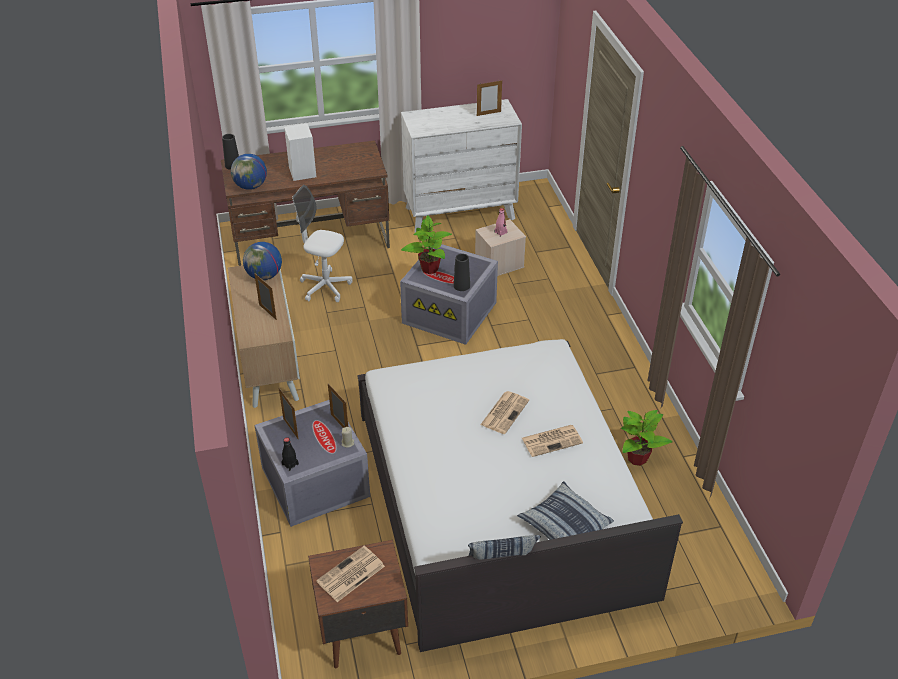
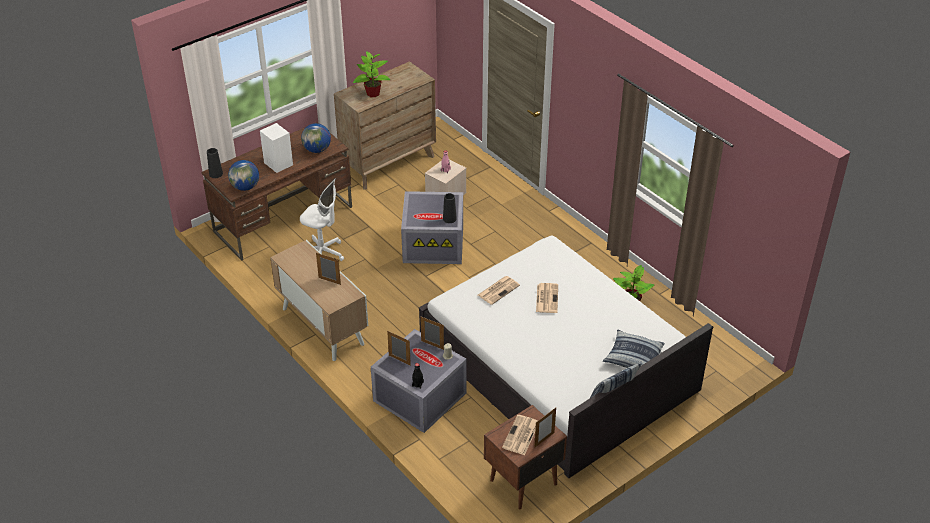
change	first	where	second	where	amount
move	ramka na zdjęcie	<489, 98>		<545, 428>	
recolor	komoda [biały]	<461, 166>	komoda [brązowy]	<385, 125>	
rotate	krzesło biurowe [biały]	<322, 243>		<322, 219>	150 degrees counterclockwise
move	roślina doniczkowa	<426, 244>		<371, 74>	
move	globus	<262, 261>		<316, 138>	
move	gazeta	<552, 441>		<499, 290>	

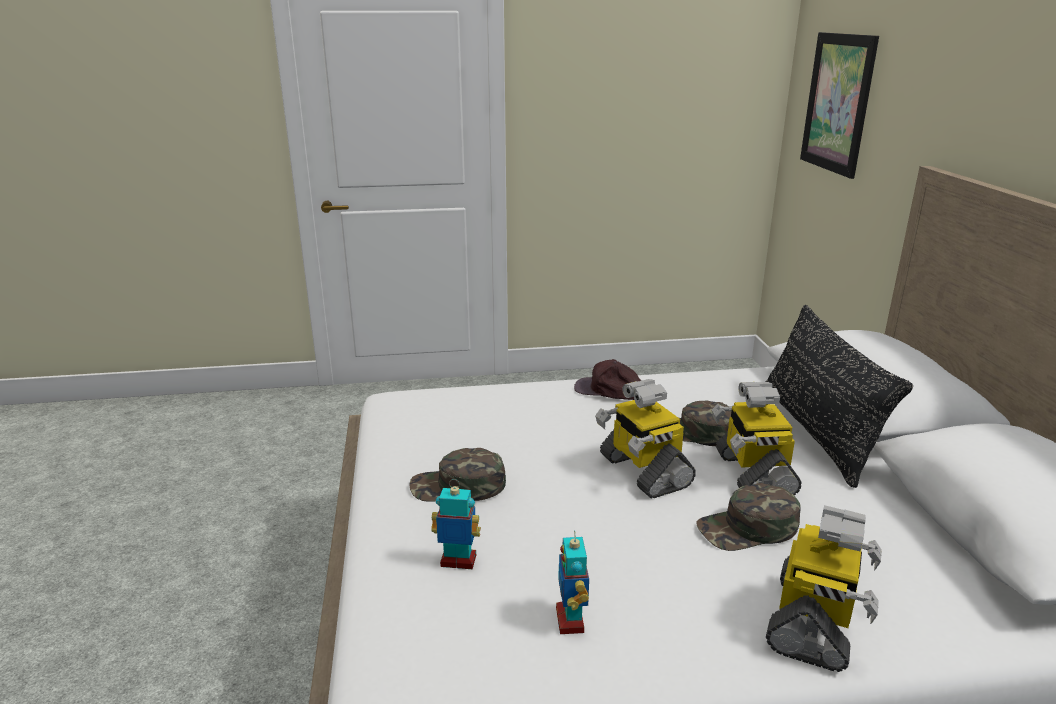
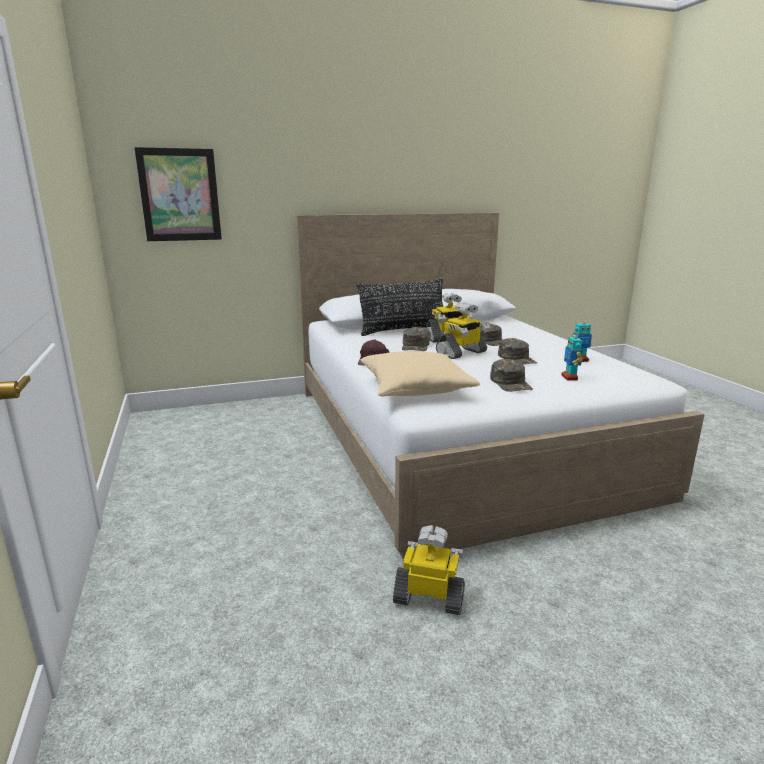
change	first	where	second	where	amount
move	robot zabawkowy	<824, 588>		<429, 570>	
insert			czapka z daszkiem [zielony]	<517, 351>	
insert			poduszka [beżowy]	<420, 373>	

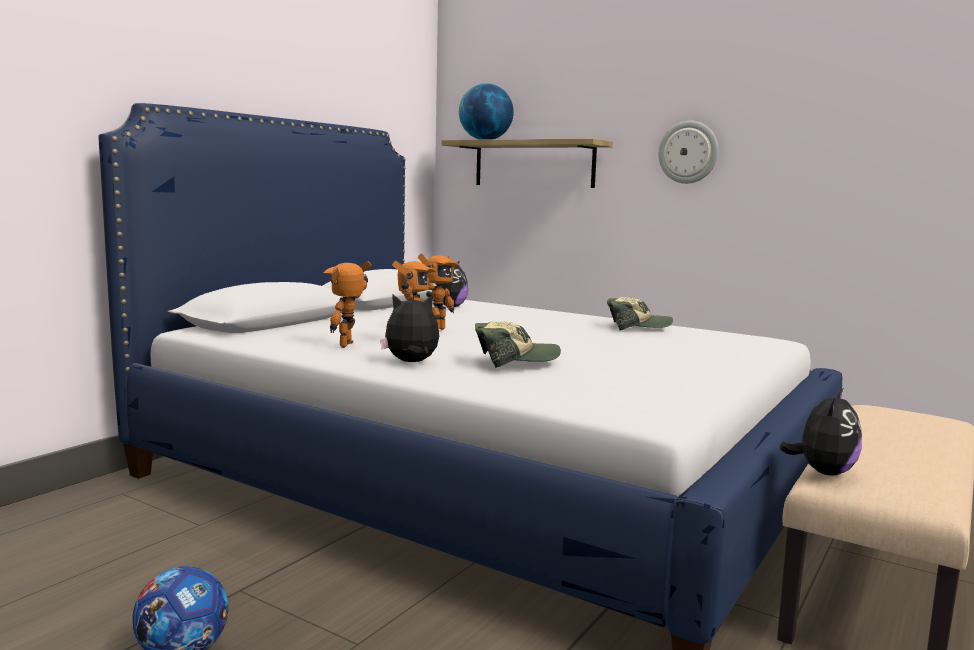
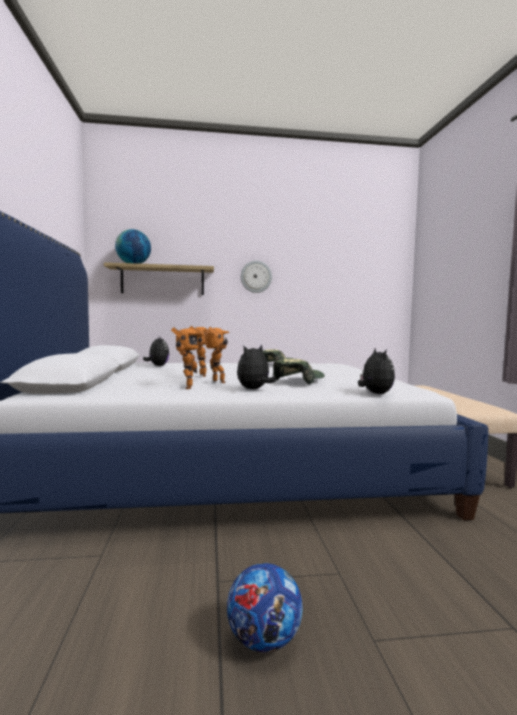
change	first	where	second	where	amount
rotate	robot zabawkowy	<348, 304>		<187, 358>	150 degrees counterclockwise
move	pluszak	<820, 431>		<376, 371>	

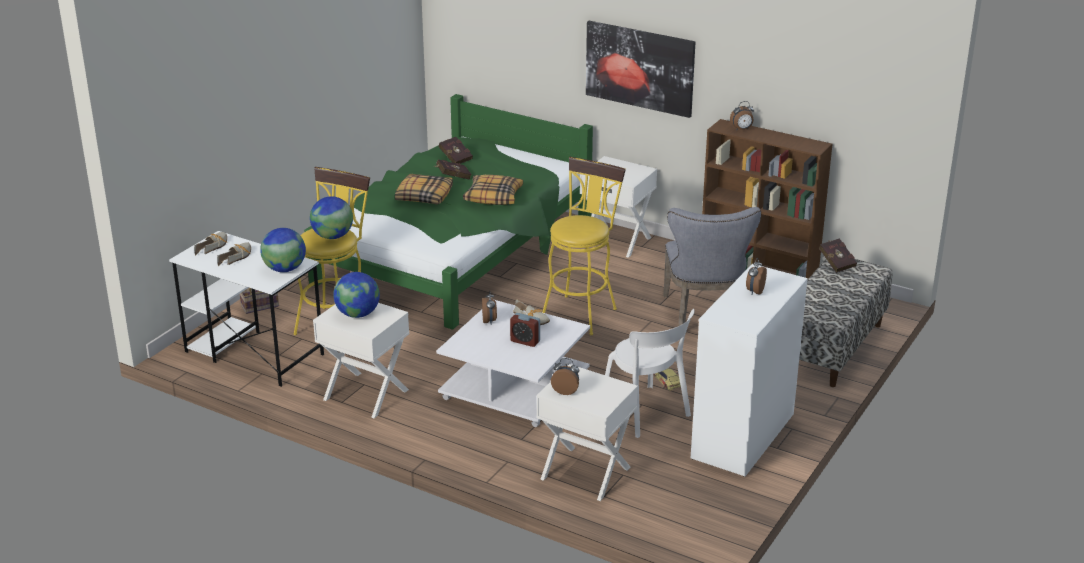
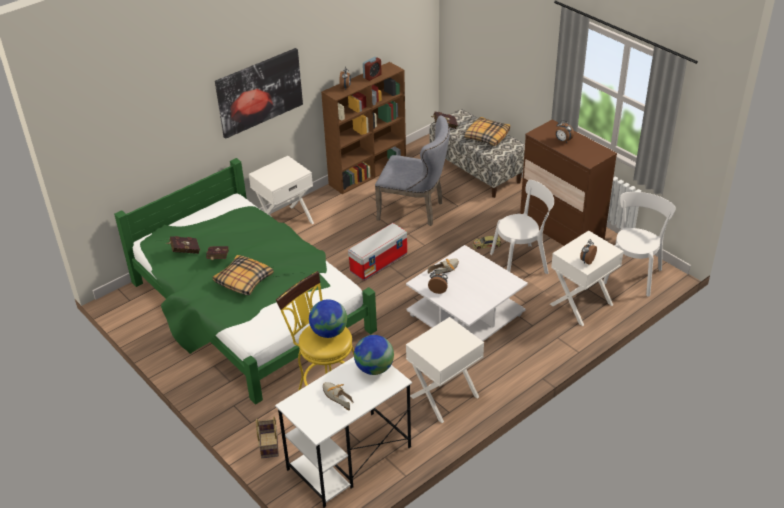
change	first	where	second	where	amount
replace	stołek [żółty]	<584, 246>	pojemnik do przechowywania	<377, 252>	
move	poduszka	<493, 190>		<487, 131>	
delete	but	<210, 244>			
recolor	komoda [biały]	<749, 370>	komoda [brązowy]	<568, 182>	
delete	globus	<356, 295>			
move	budzik	<525, 330>		<372, 69>	
insert			krzesło [biały]	<639, 244>	

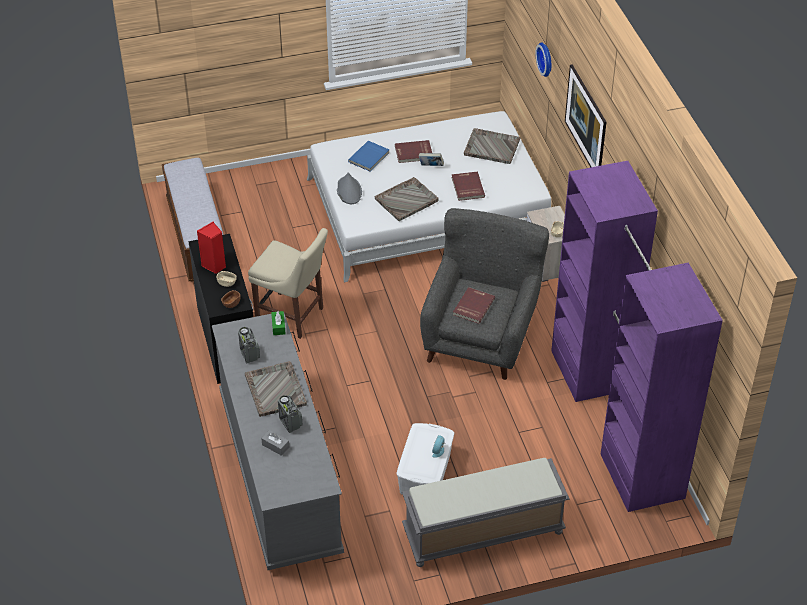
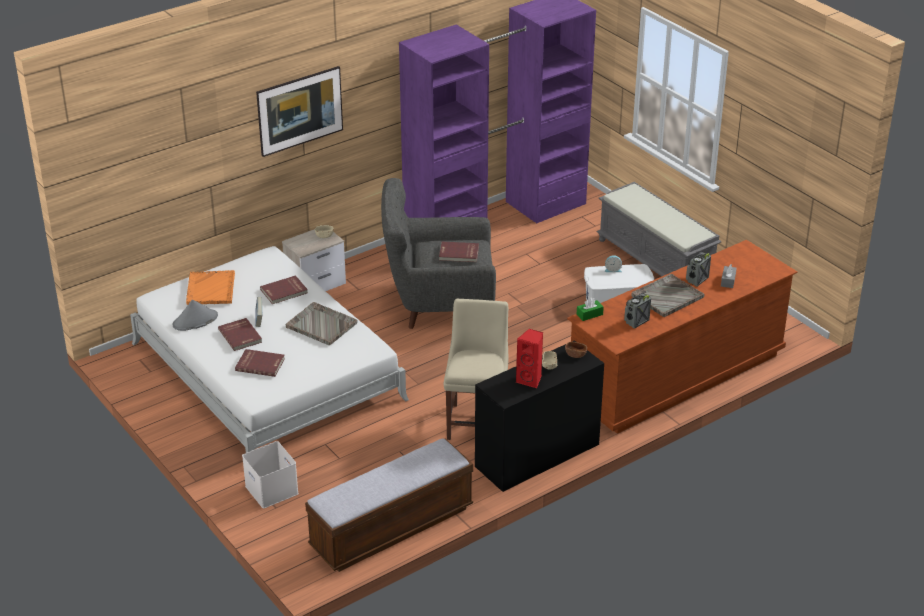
change	first	where	second	where	amount
delete	zegar ścienny	<543, 59>			
recolor	taca [szary]	<492, 146>	taca [pomarańczowy]	<210, 287>	
recolor	książka [niebieski]	<369, 156>	książka [czerwony]	<260, 363>	
move	kapelusz [szary]	<349, 188>		<195, 315>	
recolor	komoda [szary]	<278, 442>	komoda [brązowy]	<682, 337>	
insert			pojemnik do przechowywania [biały]	<270, 474>	

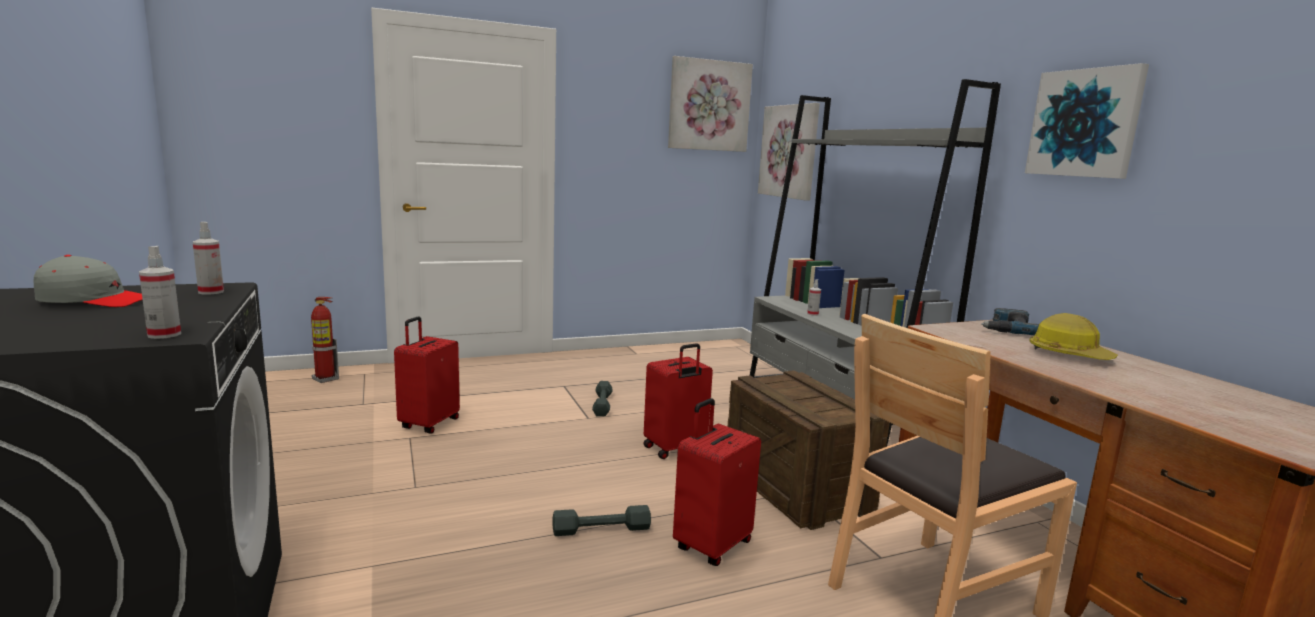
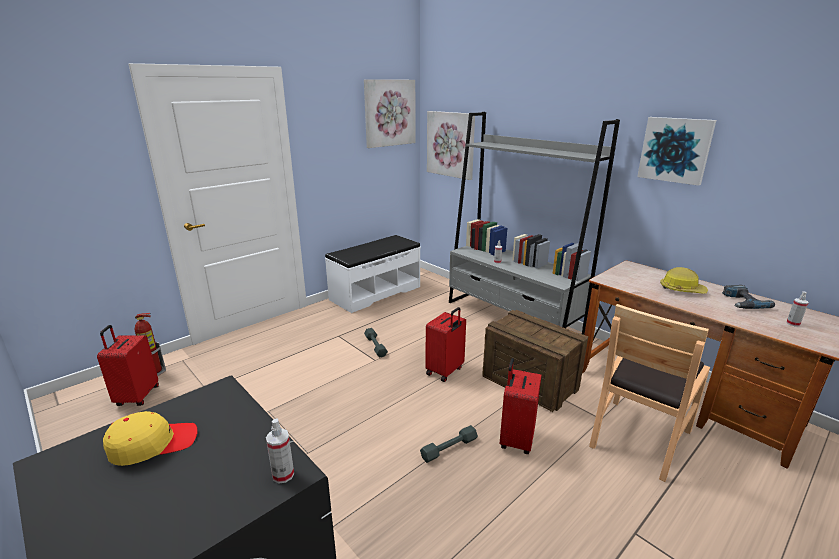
change	first	where	second	where	amount
move	spryskiwacz	<208, 258>		<797, 309>	
recolor	czapka z daszkiem [szary]	<88, 281>	czapka z daszkiem [żółty]	<150, 438>	
move	wiertarka	<1010, 321>		<748, 297>	
move	walizka [czerwony]	<427, 375>		<128, 365>	
insert			ławka [biały]	<373, 274>	

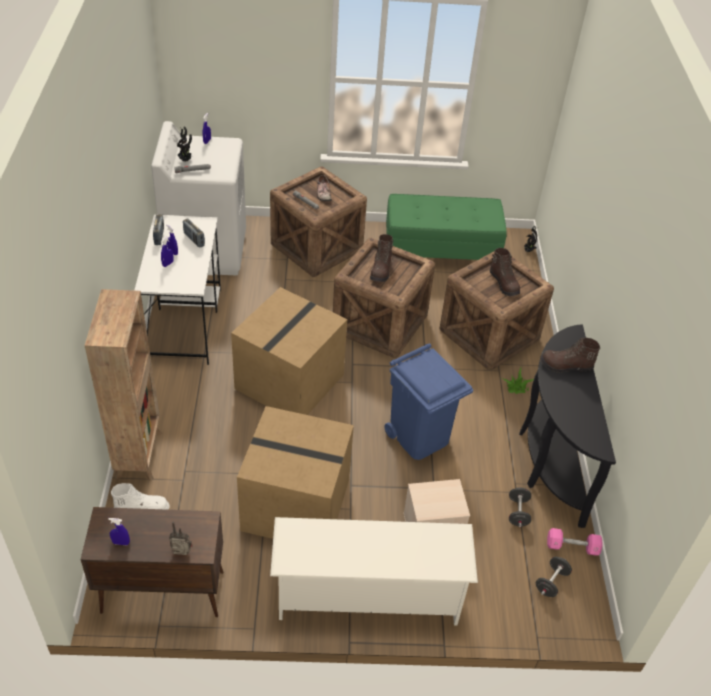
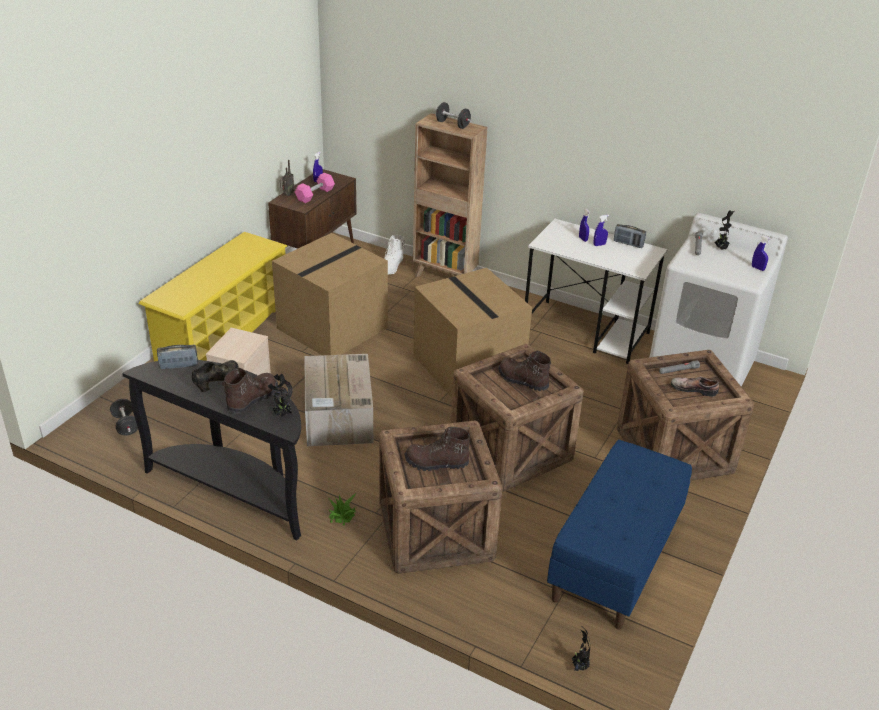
change	first	where	second	where	amount
recolor	ławka [zielony]	<446, 227>	ławka [niebieski]	<619, 535>	
move	radio	<194, 233>		<177, 357>	
replace	kosz na śmieci [niebieski]	<428, 401>	karton	<339, 400>	
move	hantel [czarny]	<520, 507>		<453, 115>	
recolor	regał na buty [biały]	<374, 571>	regał na buty [żółty]	<213, 297>	
move	hantel [różowy]	<575, 542>		<315, 188>	
insert			but [czarny]	<215, 376>	
insert			roślina doniczkowa	<280, 395>	

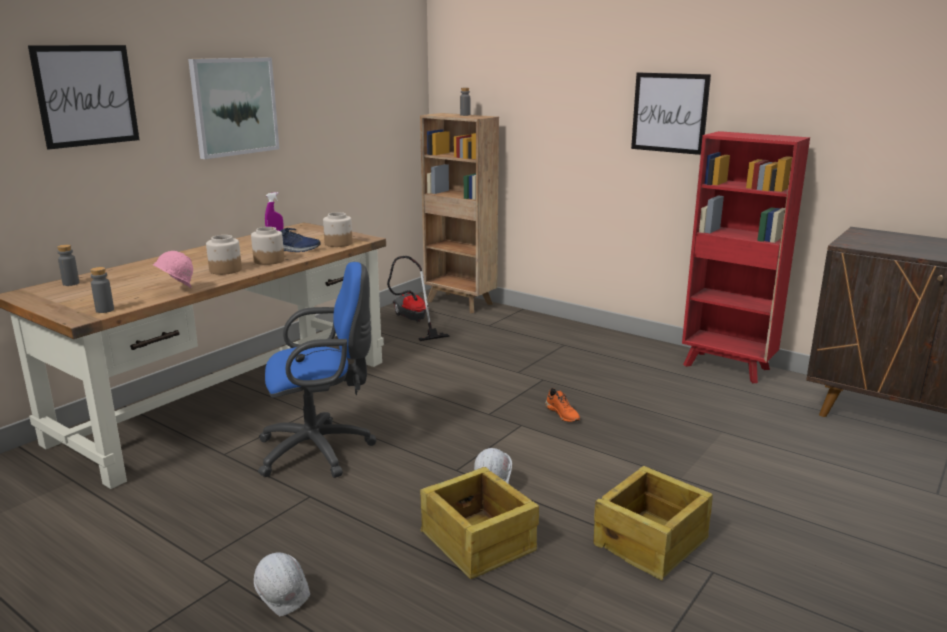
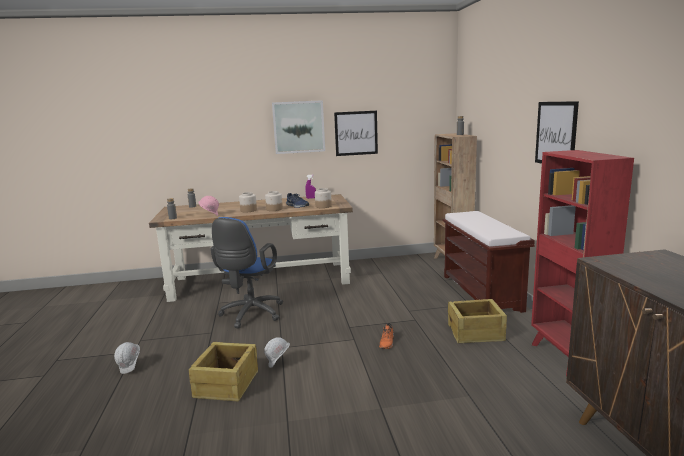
change	first	where	second	where	amount
move	obraz	<83, 97>		<356, 133>	
delete	odkurzacz	<418, 298>			
rotate	krzesło biurowe [niebieski]	<317, 370>		<246, 273>	75 degrees clockwise
move	skrzynka	<653, 523>		<477, 321>	
insert			ławka [brązowy]	<489, 262>	

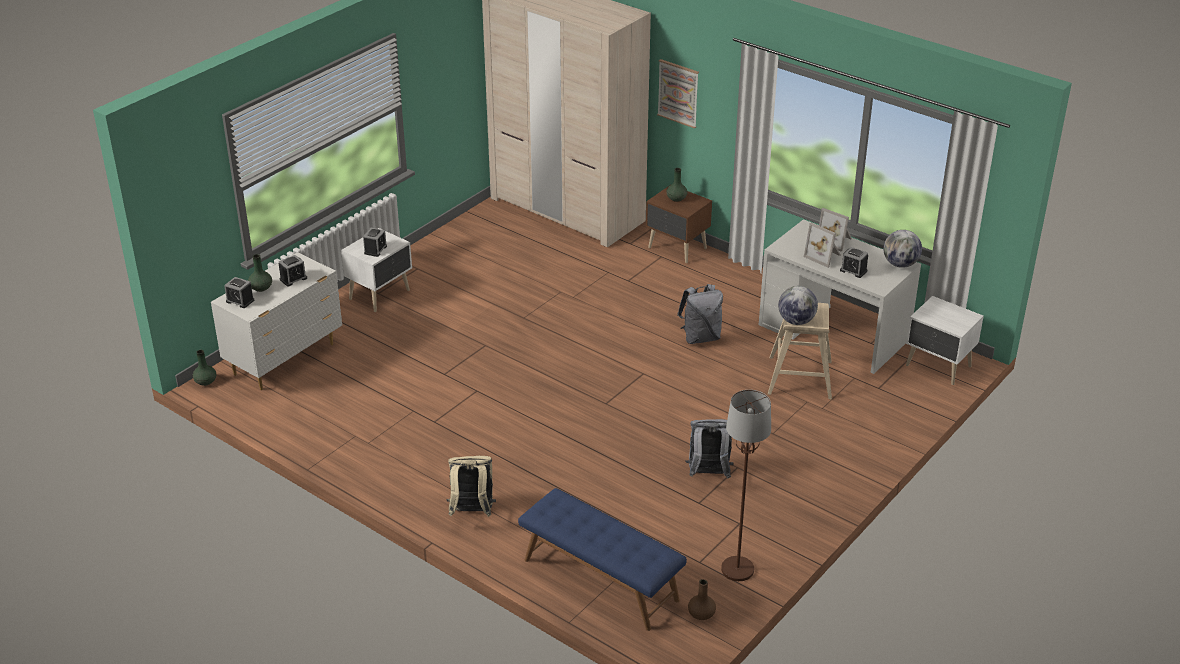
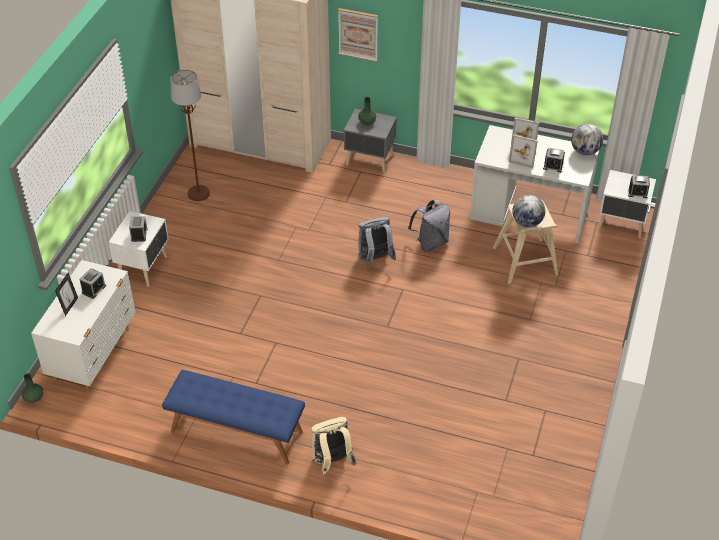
change	first	where	second	where	amount
recolor	szafka nocna [brązowy]	<679, 224>	szafka nocna [szary]	<370, 141>	
replace	wazon [zielony]	<260, 273>	ramka na zdjęcie	<66, 294>	
move	budzik	<239, 292>		<639, 186>	
move	lampa stojąca [brązowy]	<746, 485>		<190, 135>	
move	plecak [szary]	<709, 448>		<377, 241>	
move	ławka [niebieski]	<602, 559>		<233, 417>	
delete	wazon [brązowy]	<702, 599>			

